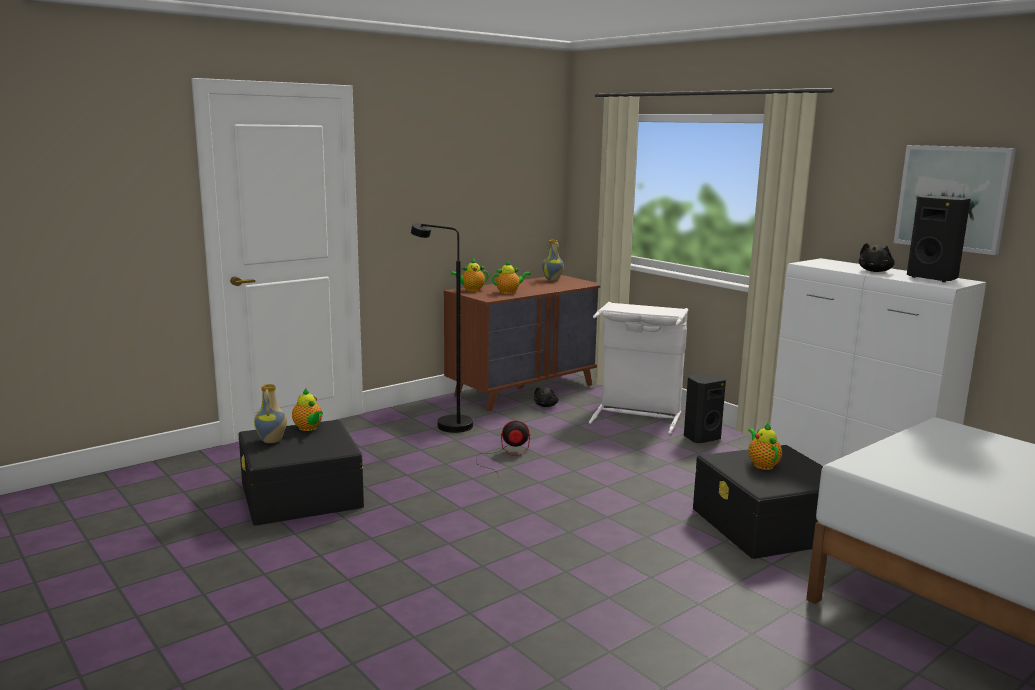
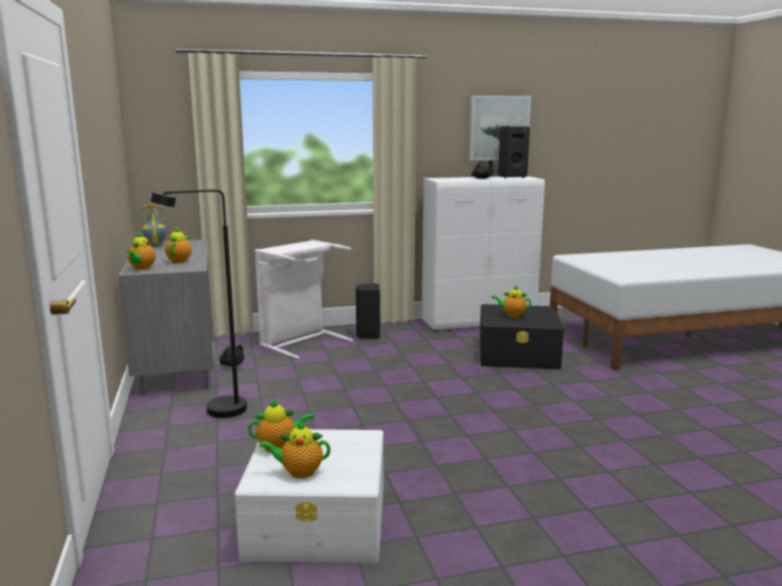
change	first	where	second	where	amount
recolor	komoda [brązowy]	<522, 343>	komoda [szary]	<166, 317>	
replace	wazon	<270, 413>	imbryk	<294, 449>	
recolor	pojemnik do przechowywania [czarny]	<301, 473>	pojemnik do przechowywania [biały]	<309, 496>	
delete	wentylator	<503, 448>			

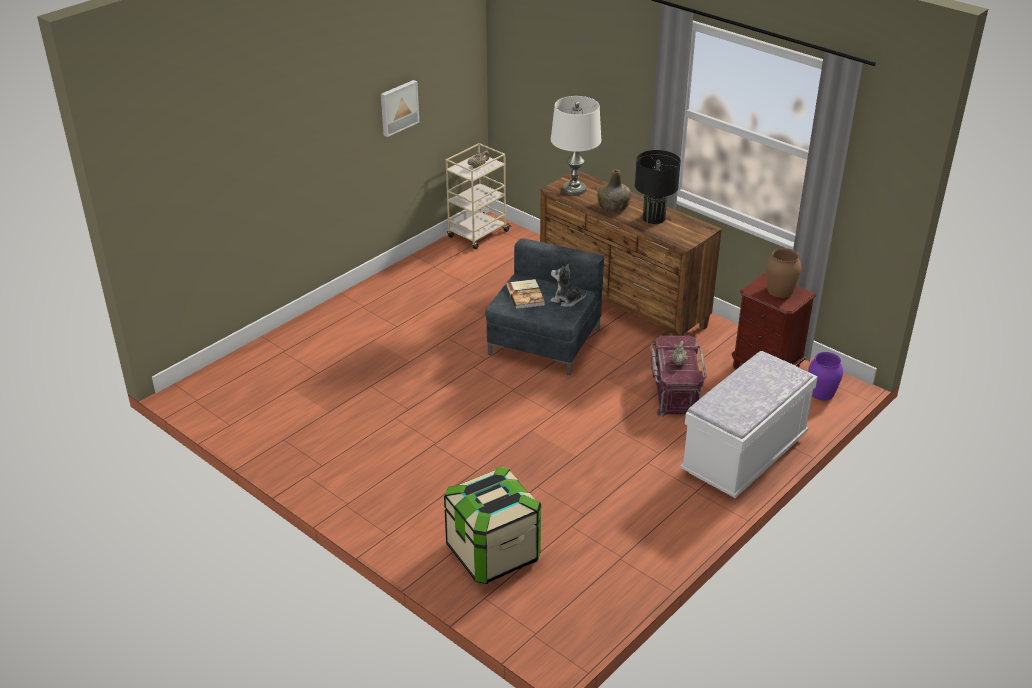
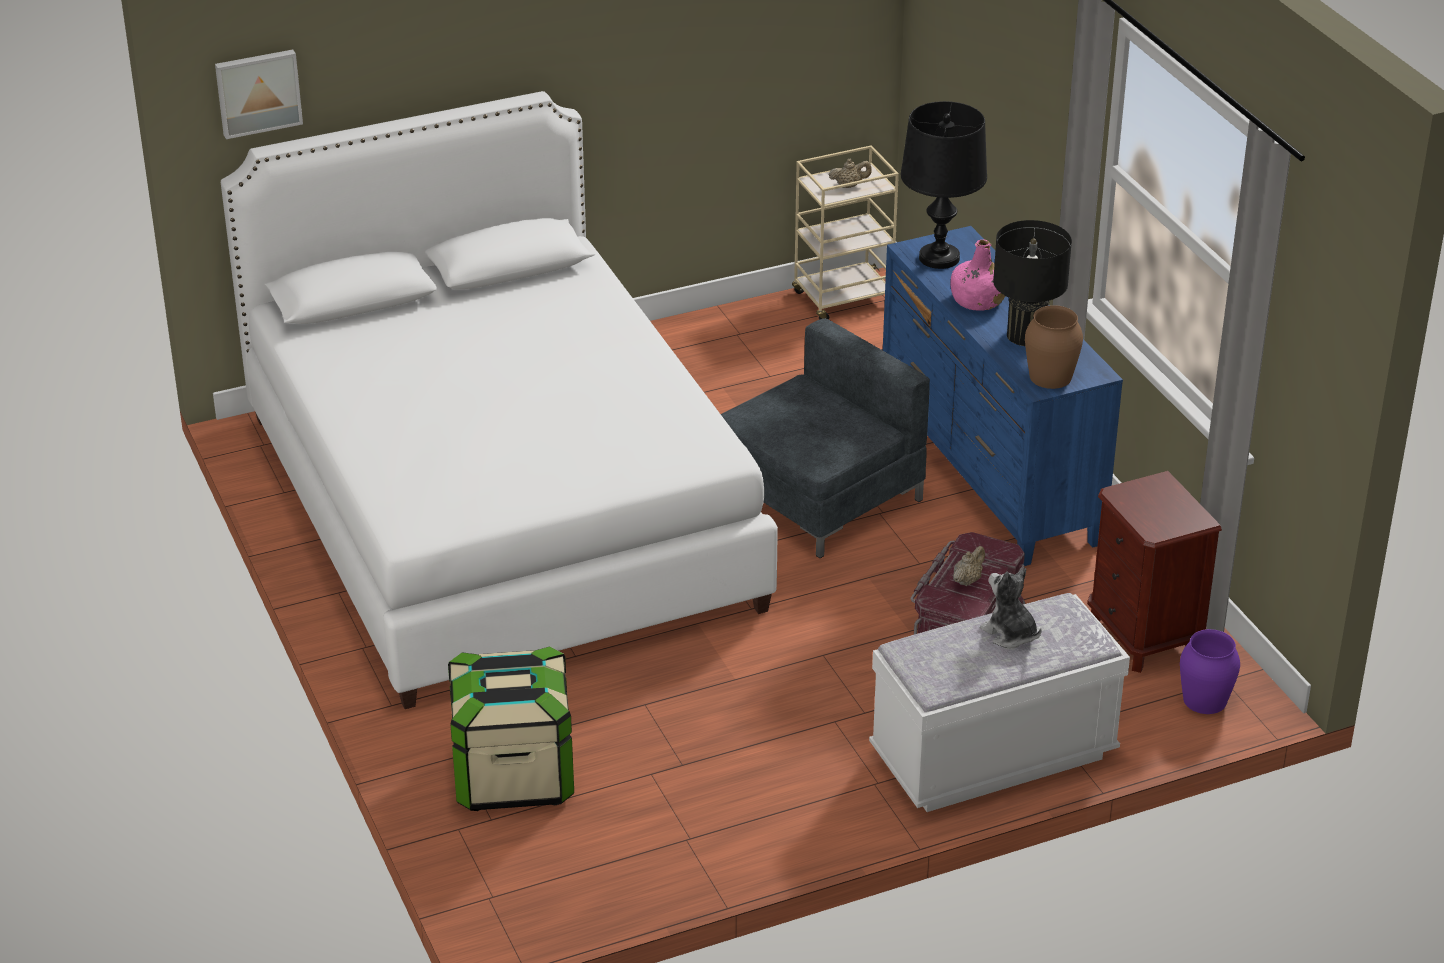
change	first	where	second	where	amount
move	obraz	<400, 108>		<259, 94>	
recolor	lampa stołowa [biały]	<576, 145>	lampa stołowa [czarny]	<944, 185>	
recolor	butelka [zielony]	<614, 191>	butelka [różowy]	<977, 275>	
recolor	komoda [brązowy]	<631, 253>	komoda [niebieski]	<1003, 396>	
move	wazon [brązowy]	<783, 273>		<1054, 347>	
move	pluszak	<568, 285>		<1011, 608>	
delete	książka	<525, 294>			
insert			łóżko [biały]	<499, 400>	

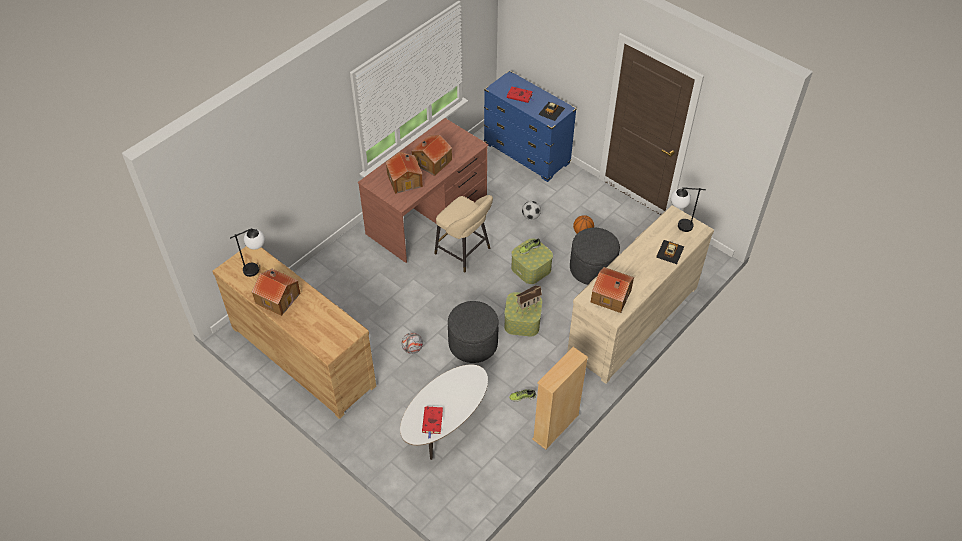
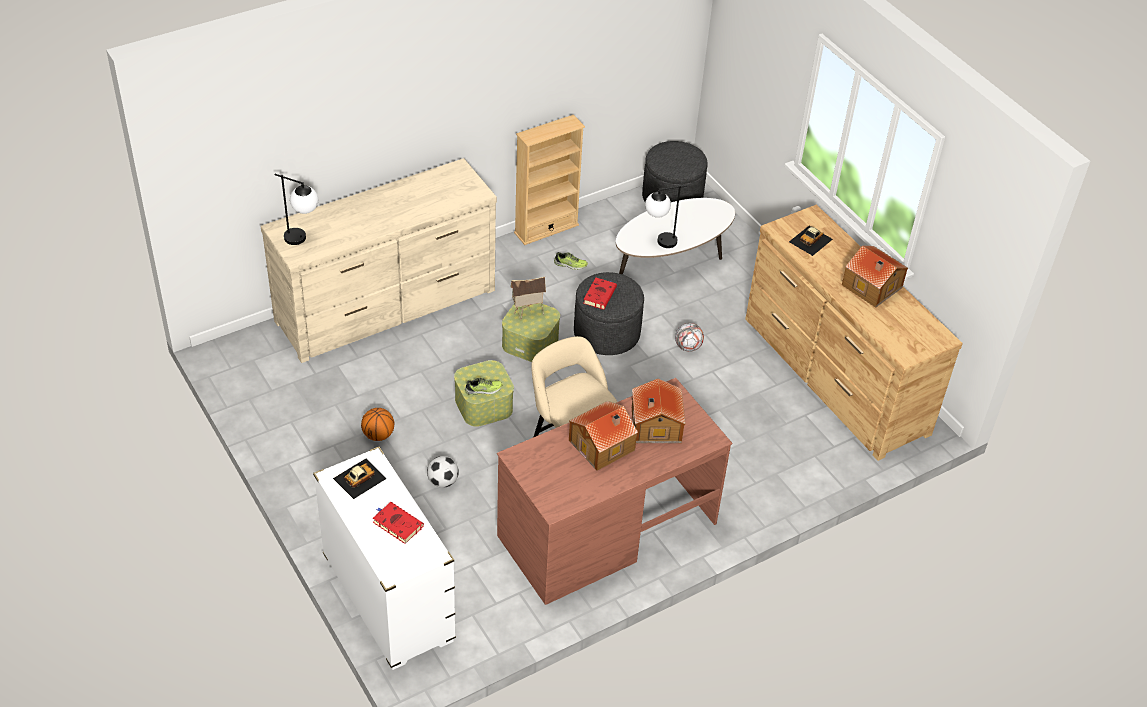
change	first	where	second	where	amount
recolor	komoda [niebieski]	<530, 126>	komoda [biały]	<384, 558>	
move	lampa stołowa	<247, 252>		<666, 216>	
move	pufa [szary]	<595, 256>		<675, 171>	
move	samochodzik	<670, 252>		<811, 241>	
delete	domek	<612, 290>			
move	książka [czerwony]	<432, 422>		<600, 294>	

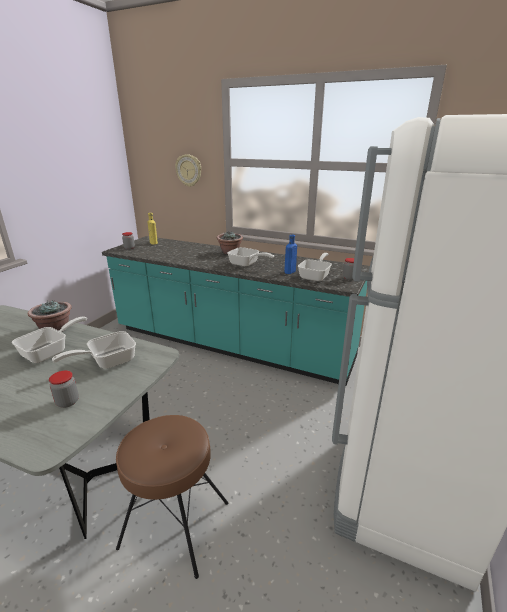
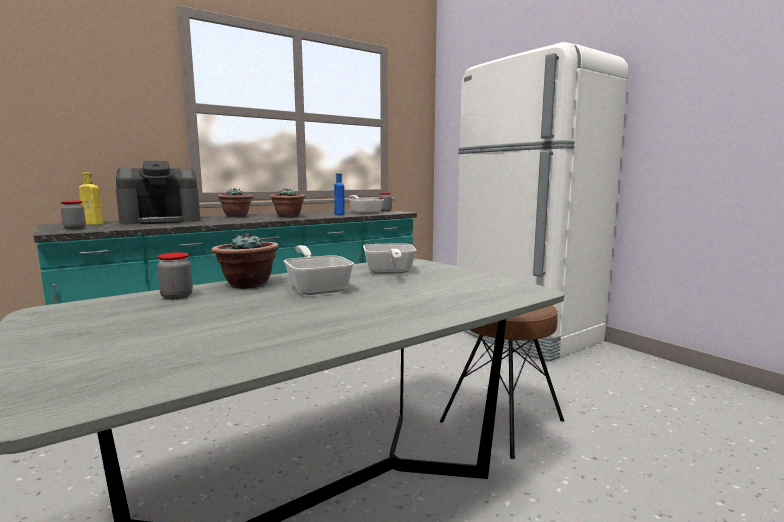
change	first	where	second	where	amount
delete	zegar ścienny	<188, 170>			
replace	patelnia	<250, 257>	roślina doniczkowa	<287, 203>	
move	słoik	<64, 389>		<175, 276>	
insert			ekspres do kawy	<158, 192>	

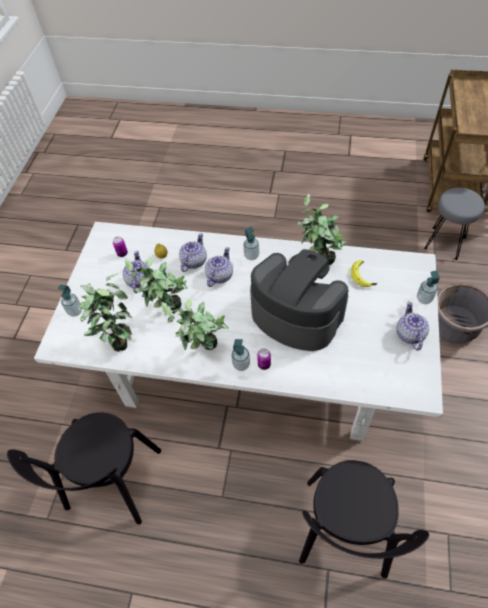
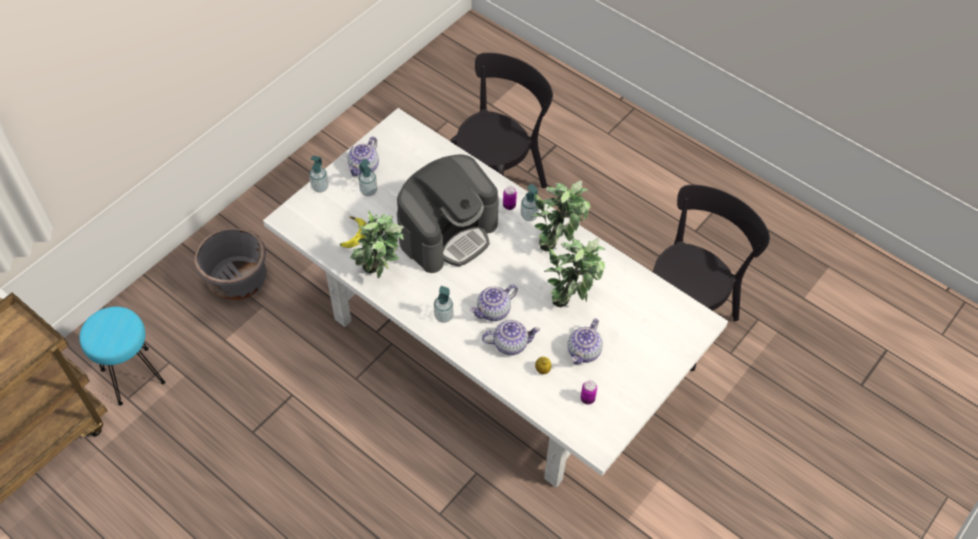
change	first	where	second	where	amount
recolor	stołek [szary]	<454, 224>	stołek [turkusowy]	<122, 356>	
rotate	imbryk	<193, 252>		<511, 337>	150 degrees counterclockwise
rotate	ekspres do kawy	<299, 300>		<448, 213>	105 degrees counterclockwise
delete	roślina doniczkowa	<104, 312>			
move	dozownik mydła	<70, 301>		<368, 177>	

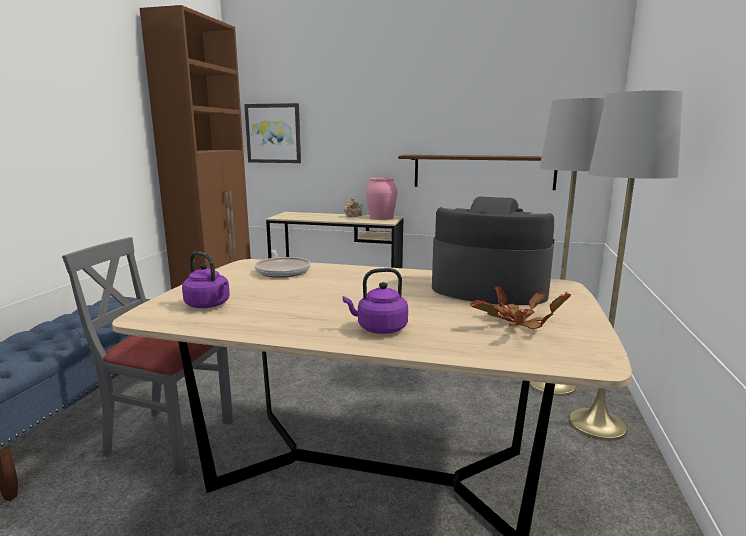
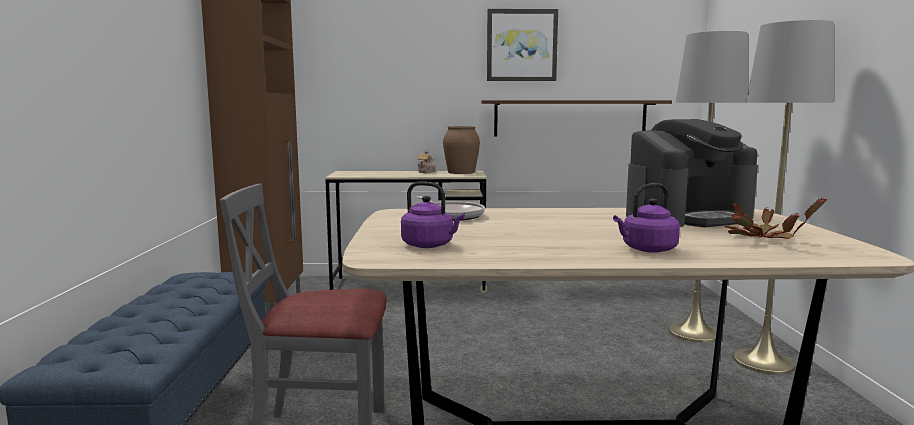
change	first	where	second	where	amount
move	obraz	<272, 133>		<522, 45>	
recolor	wazon [różowy]	<382, 198>	wazon [brązowy]	<461, 150>	
rotate	ekspres do kawy	<493, 250>		<692, 173>	150 degrees clockwise

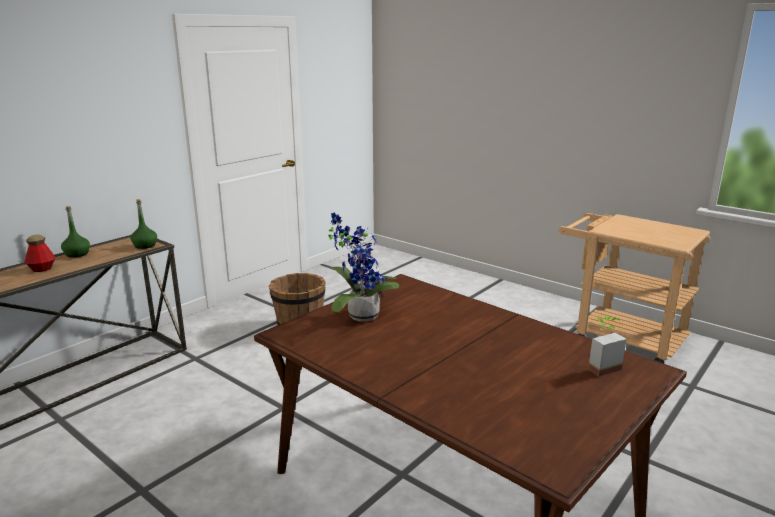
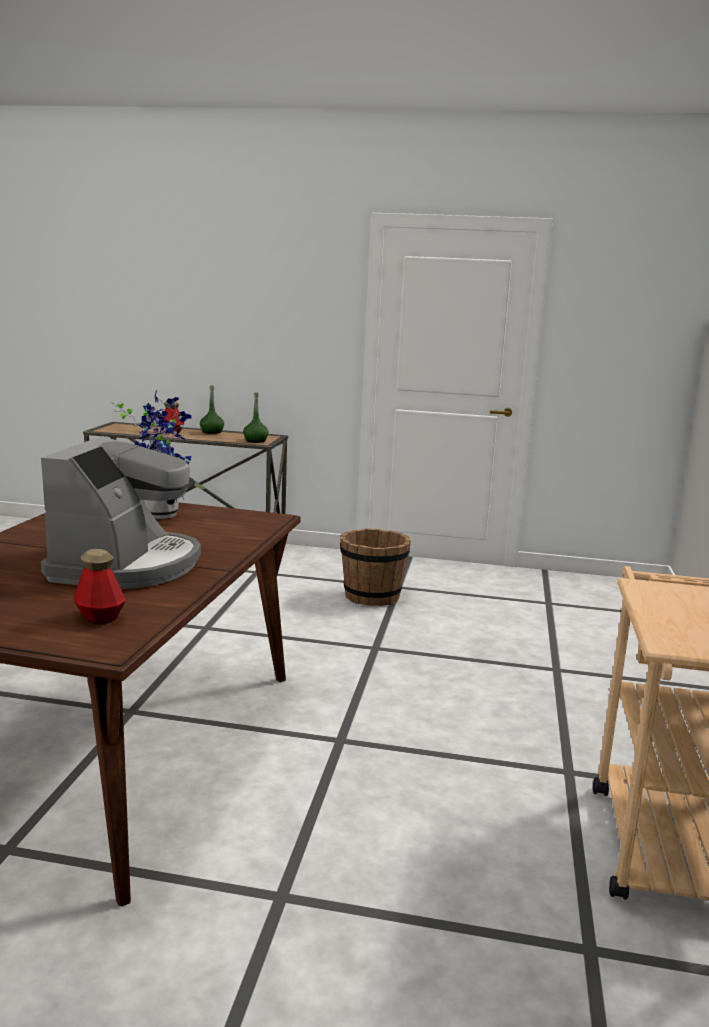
change	first	where	second	where	amount
replace	roślina doniczkowa	<607, 346>	butelka	<100, 586>	
insert			ekspres do kawy	<121, 512>	

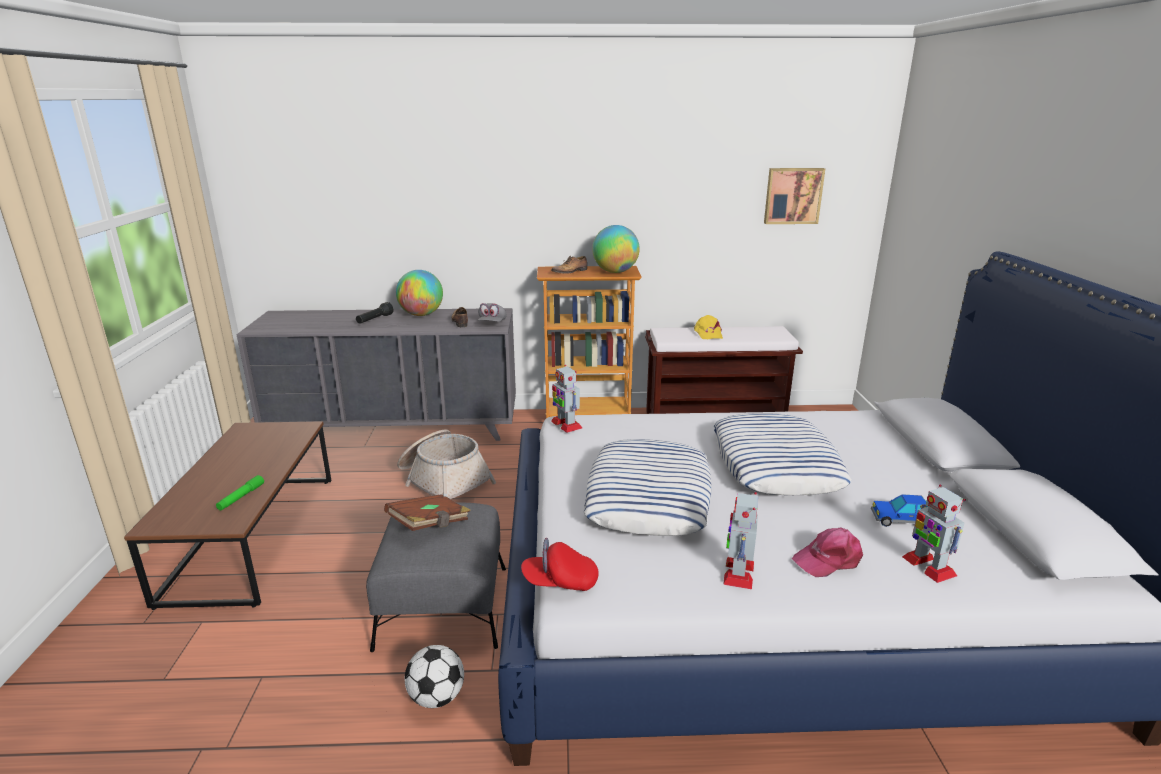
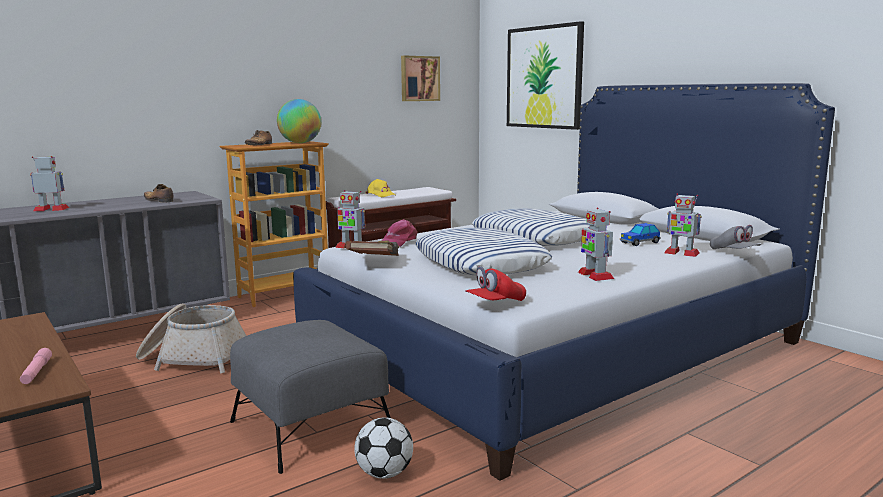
change	first	where	second	where	amount
delete	globus	<419, 293>			
replace	latarka [czarny]	<374, 313>	robot zabawkowy	<49, 183>	
move	czapka z daszkiem [szary]	<492, 312>		<735, 237>	
recolor	latarka [zielony]	<240, 492>	latarka [różowy]	<36, 366>	
move	książka [brązowy]	<427, 512>		<372, 248>	
move	czapka z daszkiem [różowy]	<827, 552>		<399, 233>	
insert			obraz	<545, 75>	

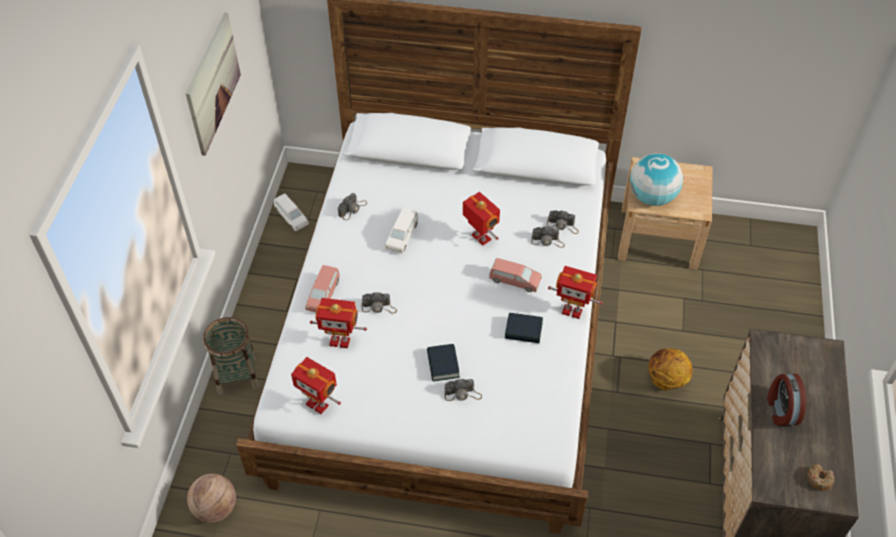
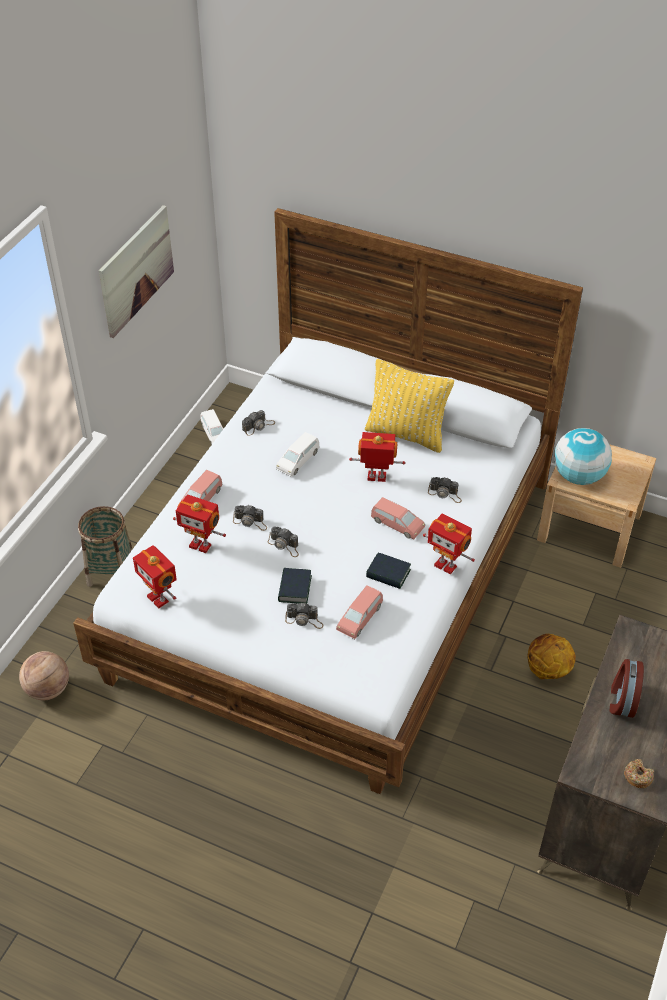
change	first	where	second	where	amount
rotate	robot zabawkowy	<481, 218>		<377, 457>	60 degrees counterclockwise
move	aparat fotograficzny	<563, 222>		<283, 541>	
insert			poduszka [żółty]	<409, 406>	
insert			samochodzik [różowy]	<359, 612>	

